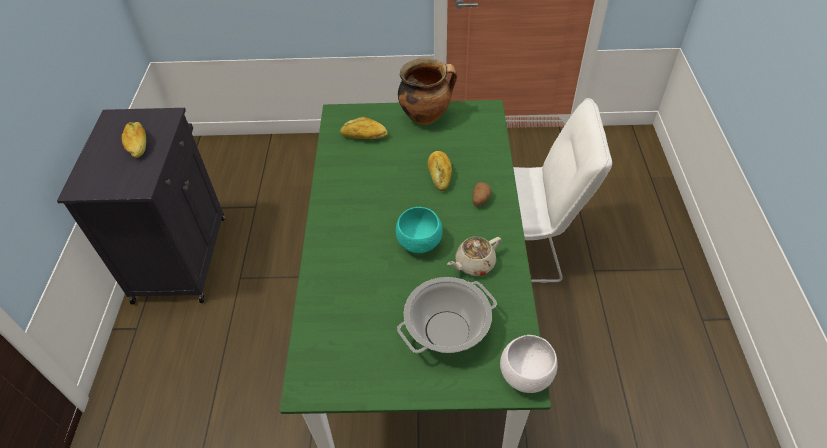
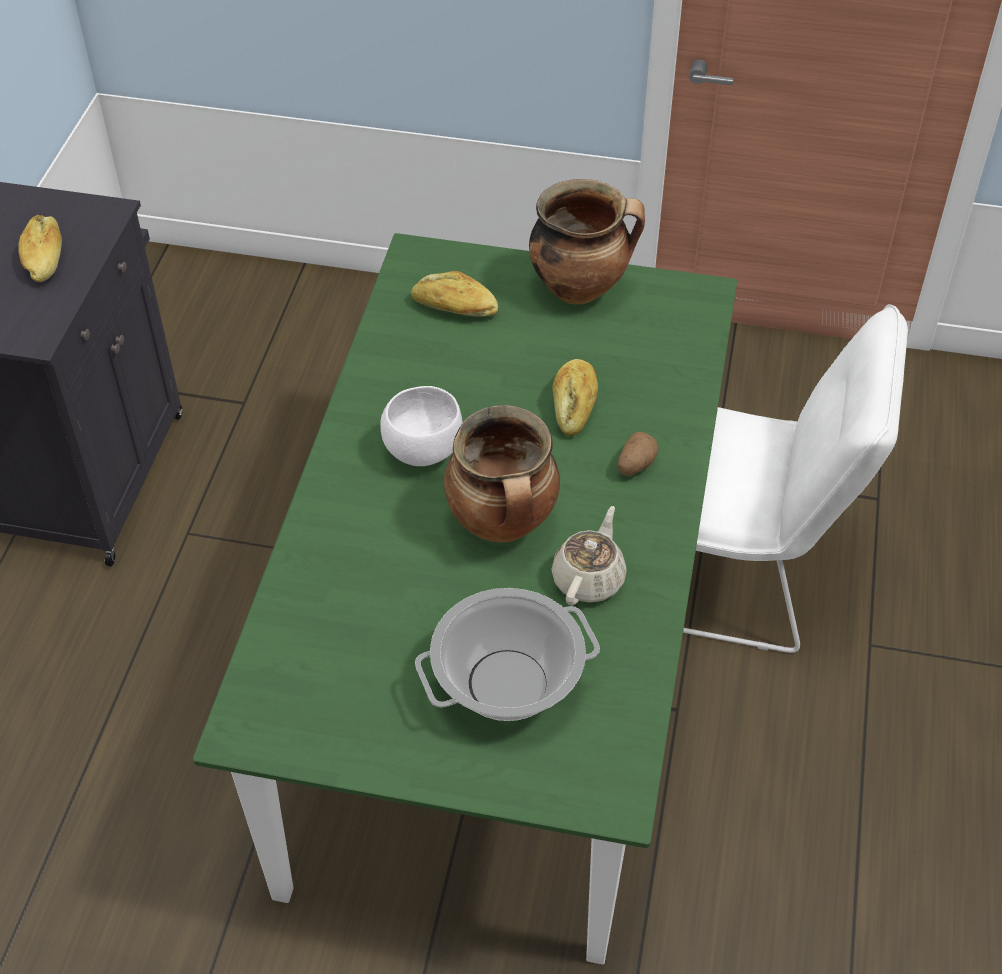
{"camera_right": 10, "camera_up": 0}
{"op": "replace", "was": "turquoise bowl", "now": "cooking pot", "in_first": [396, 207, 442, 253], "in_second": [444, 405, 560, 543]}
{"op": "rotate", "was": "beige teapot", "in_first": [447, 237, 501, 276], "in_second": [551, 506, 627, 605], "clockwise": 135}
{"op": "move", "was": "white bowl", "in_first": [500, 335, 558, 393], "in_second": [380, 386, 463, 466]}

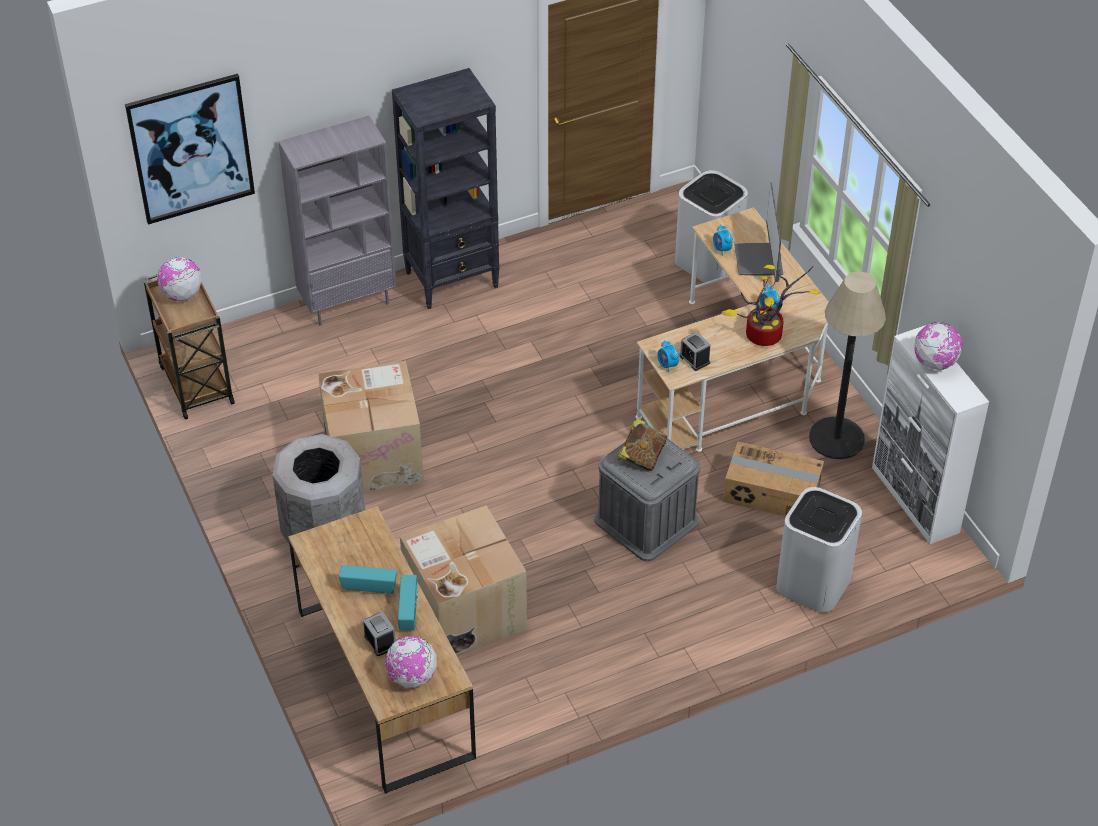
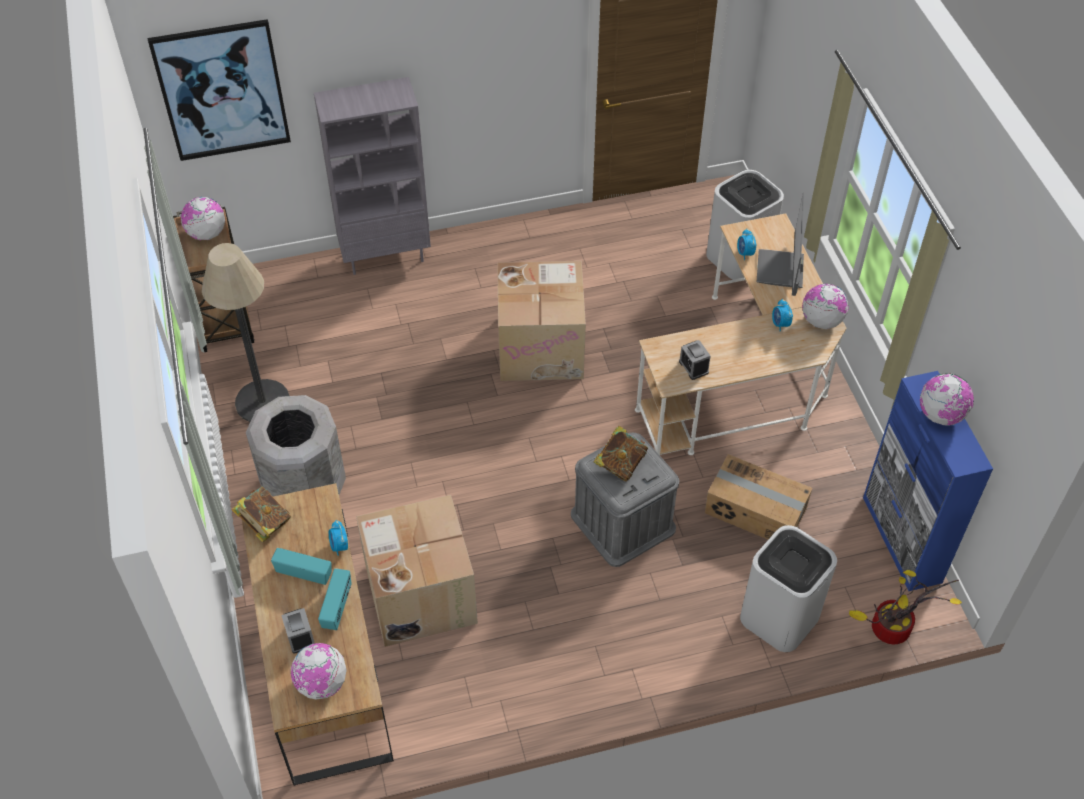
{"camera_right": 10, "camera_up": 5}
{"op": "move", "was": "cardboard box", "in_first": [318, 361, 424, 493], "in_second": [497, 261, 586, 381]}
{"op": "delete", "was": "black bookcase", "in_first": [392, 68, 500, 309]}
{"op": "move", "was": "alarm clock", "in_first": [657, 340, 679, 372], "in_second": [329, 520, 348, 556]}
{"op": "move", "was": "potted plant", "in_first": [722, 265, 821, 346], "in_second": [849, 570, 962, 644]}
{"op": "move", "was": "floor lamp", "in_first": [809, 271, 886, 459], "in_second": [202, 243, 290, 422]}
{"op": "recolor", "was": "white cabinet", "now": "blue cabinet", "in_first": [872, 325, 989, 544], "in_second": [863, 371, 993, 591]}
{"op": "insert", "now": "book", "in_second": [232, 487, 291, 542]}
{"op": "insert", "now": "globe", "in_second": [802, 284, 849, 329]}

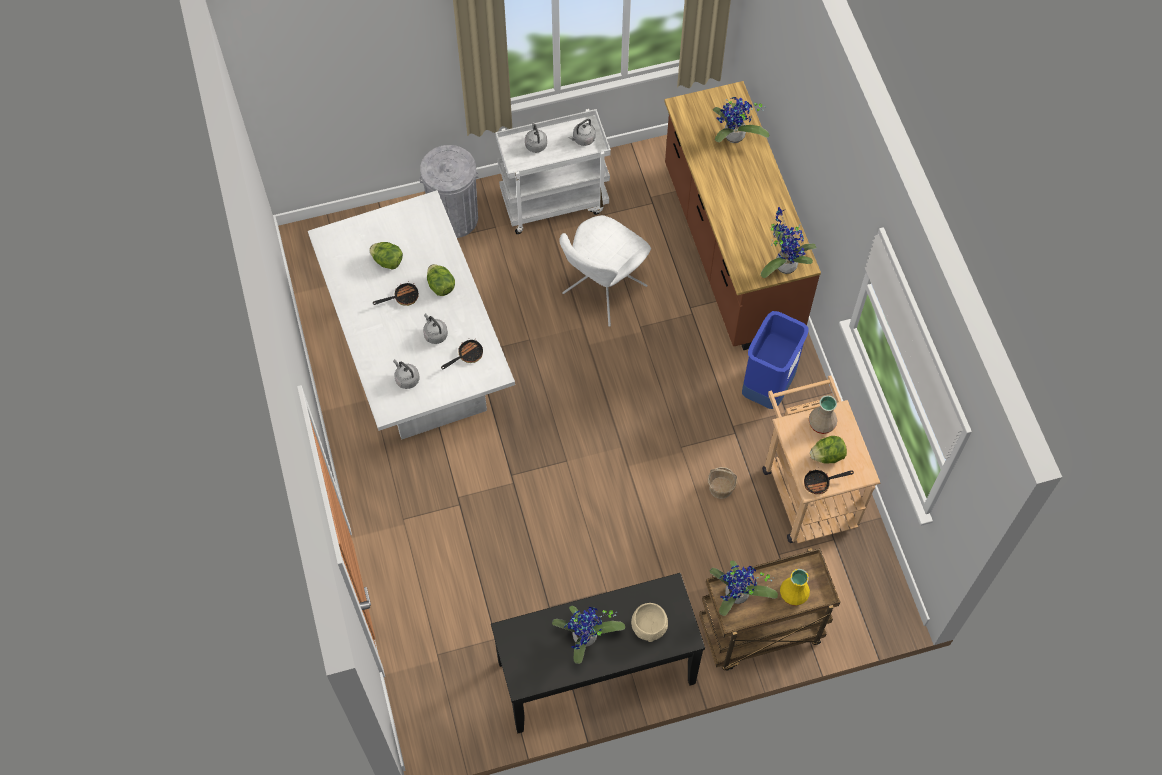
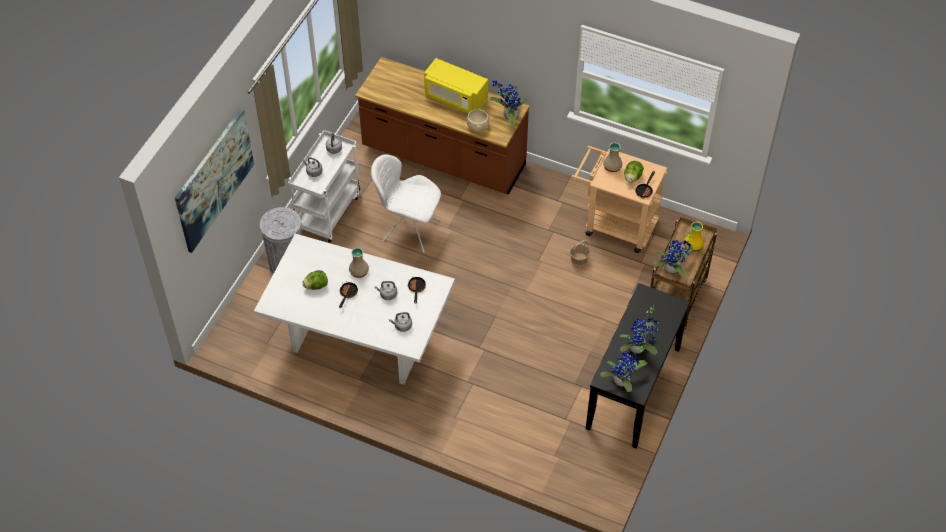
{"camera_right": -50, "camera_up": -10}
{"op": "replace", "was": "lettuce", "now": "beige vase", "in_first": [427, 264, 455, 296], "in_second": [349, 248, 369, 278]}
{"op": "rotate", "was": "white chair", "in_first": [559, 215, 651, 327], "in_second": [371, 155, 441, 253], "clockwise": 120}
{"op": "move", "was": "beige bowl", "in_first": [631, 603, 668, 642], "in_second": [467, 109, 489, 131]}
{"op": "move", "was": "potted plant", "in_first": [713, 97, 769, 143], "in_second": [600, 345, 647, 392]}
{"op": "delete", "was": "blue trash can", "in_first": [742, 311, 808, 409]}
{"op": "insert", "now": "picture", "in_second": [175, 108, 254, 253]}
{"op": "insert", "now": "yellow microwave", "in_second": [424, 58, 488, 113]}

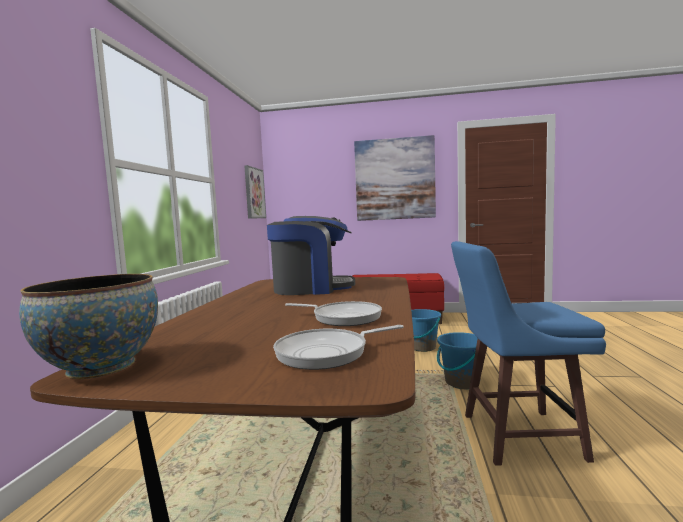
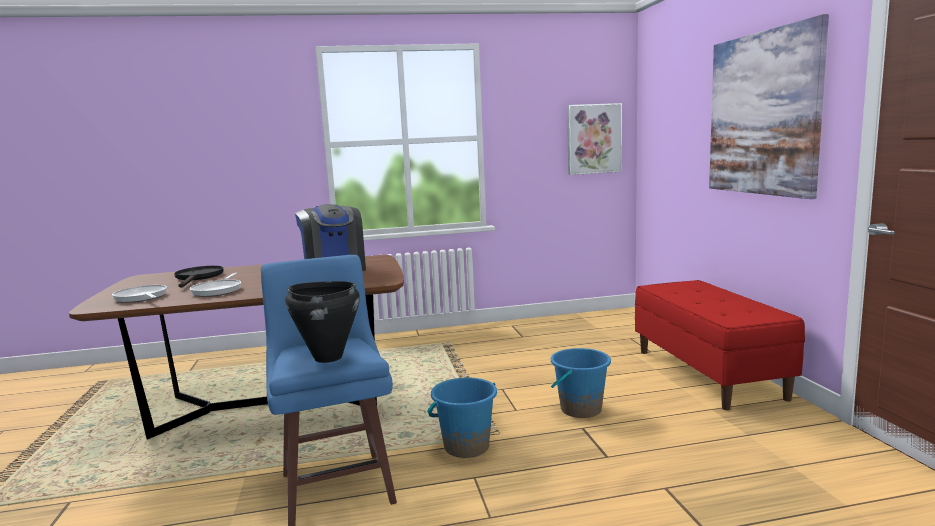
{"camera_right": 70, "camera_up": 5}
{"op": "delete", "was": "bowl", "in_first": [19, 274, 158, 379]}
{"op": "insert", "now": "black frying pan", "in_second": [174, 266, 224, 288]}
{"op": "insert", "now": "black cooking pot", "in_second": [285, 281, 360, 363]}

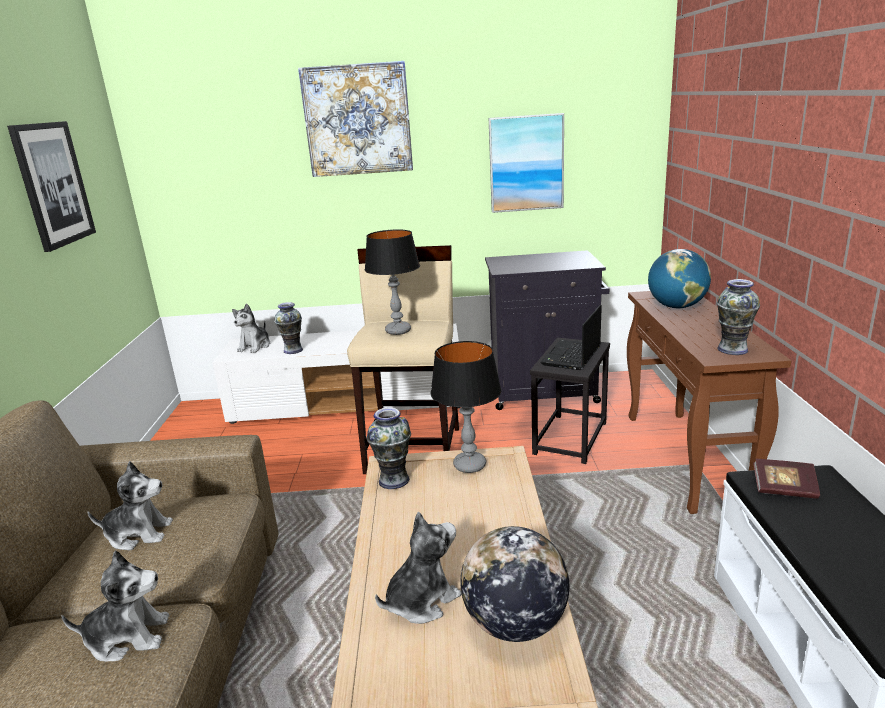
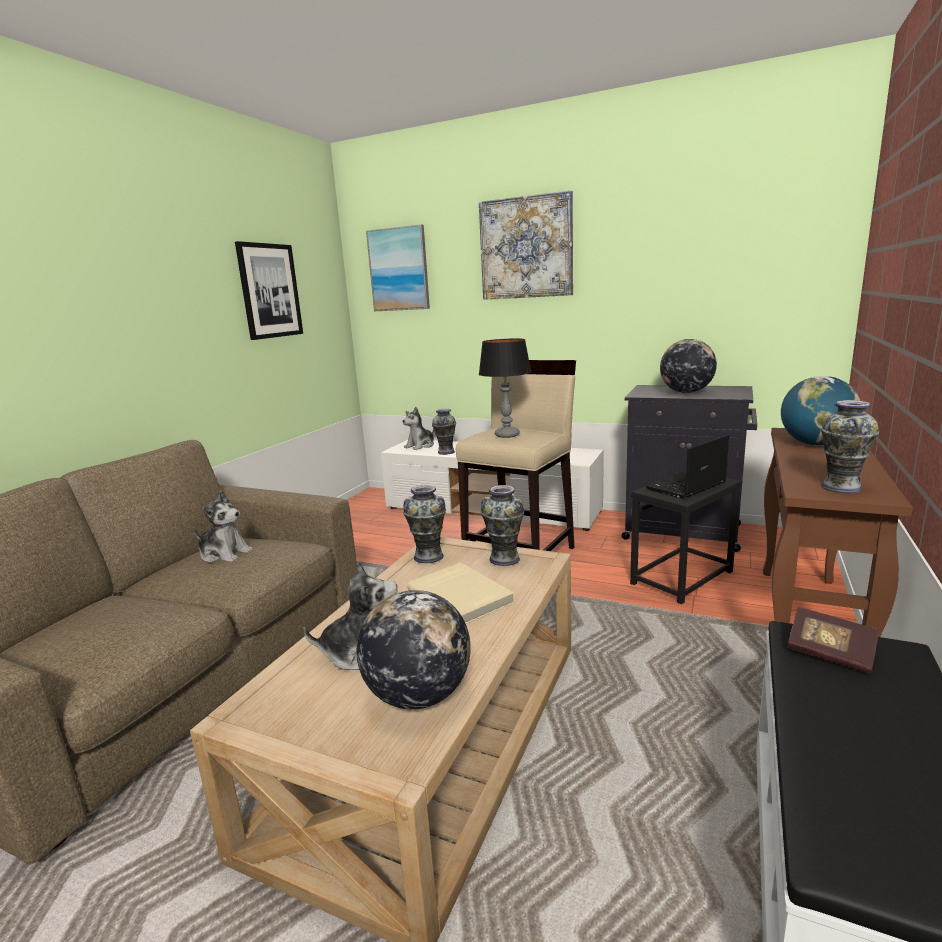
{"camera_right": 25, "camera_up": -5}
{"op": "delete", "was": "plush toy", "in_first": [61, 551, 169, 661]}
{"op": "replace", "was": "table lamp", "now": "vase", "in_first": [430, 341, 501, 473], "in_second": [481, 485, 524, 566]}
{"op": "move", "was": "picture", "in_first": [489, 113, 564, 213], "in_second": [366, 224, 430, 311]}
{"op": "insert", "now": "beige book", "in_second": [407, 563, 514, 624]}
{"op": "insert", "now": "globe", "in_second": [660, 339, 717, 393]}

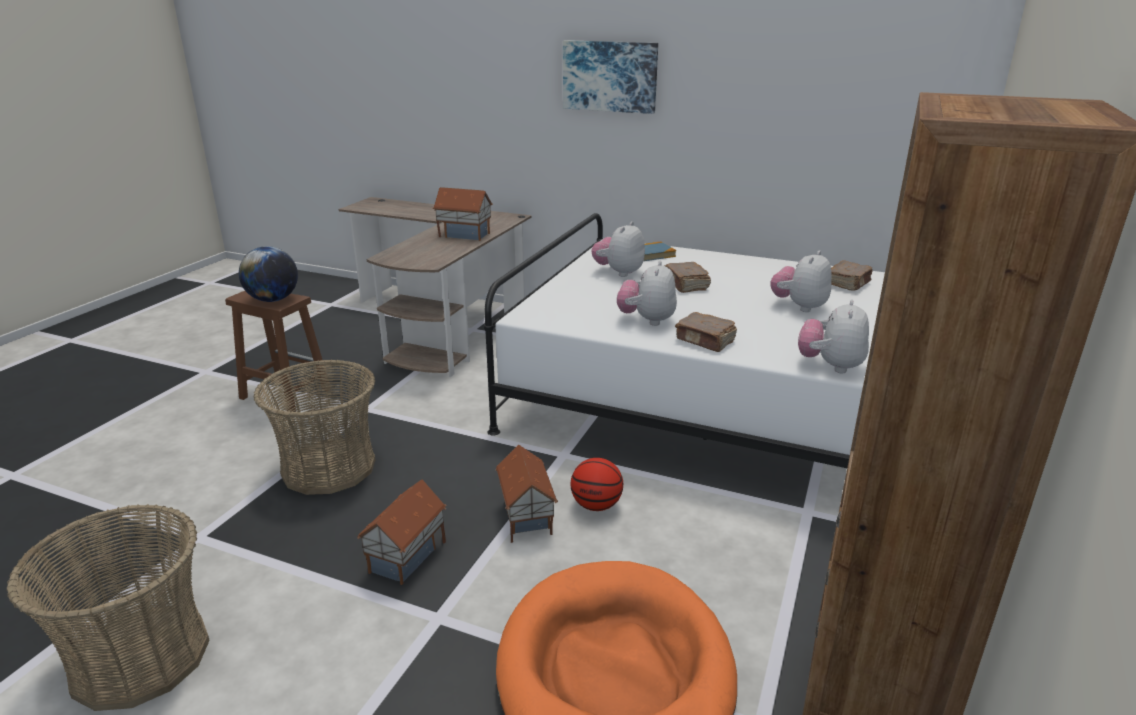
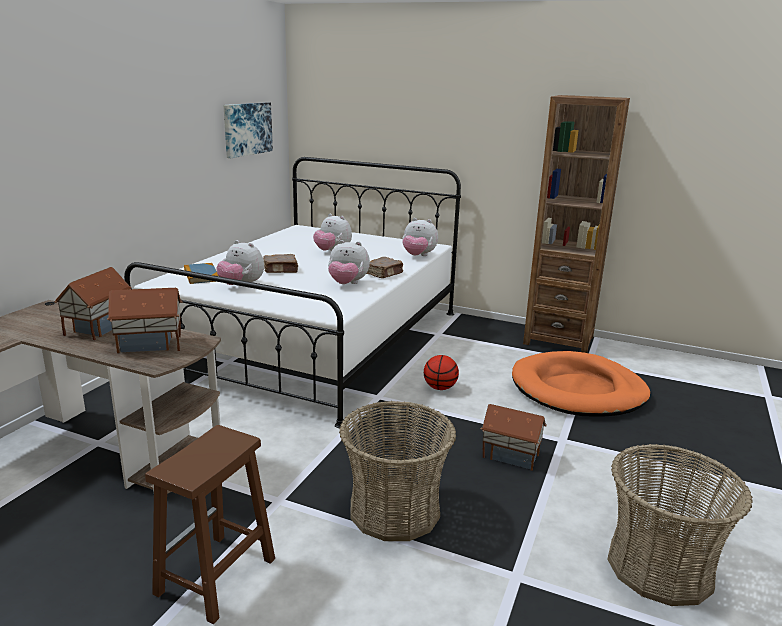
{"camera_right": -90, "camera_up": -5}
{"op": "delete", "was": "globe", "in_first": [239, 246, 298, 302]}
{"op": "move", "was": "toy house", "in_first": [495, 445, 558, 543], "in_second": [107, 288, 182, 353]}
{"op": "move", "was": "picture", "in_first": [563, 40, 658, 114], "in_second": [223, 102, 273, 158]}
{"op": "delete", "was": "brown book", "in_first": [831, 260, 873, 291]}

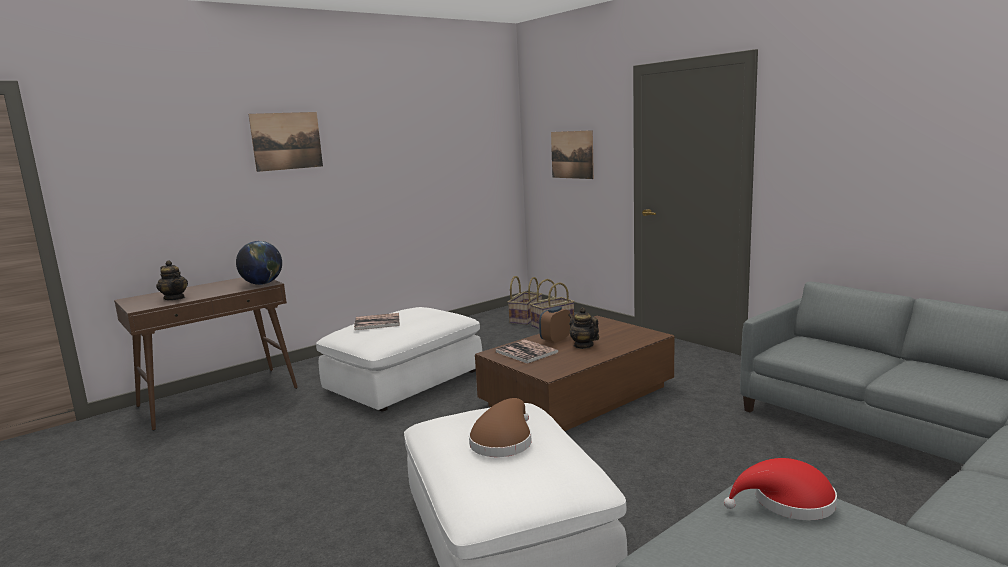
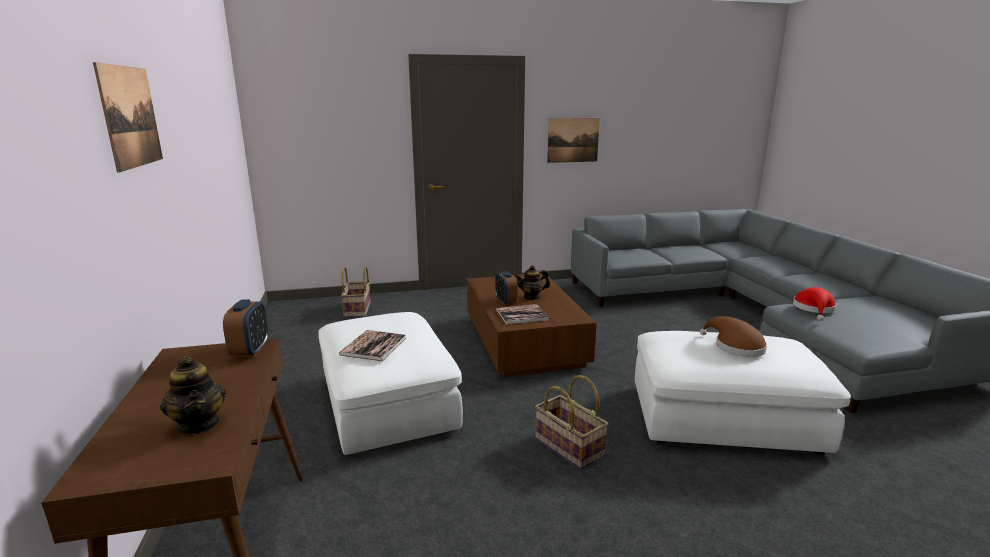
{"camera_right": -65, "camera_up": 5}
{"op": "rotate", "was": "teapot", "in_first": [156, 261, 188, 300], "in_second": [160, 356, 226, 434], "clockwise": 75}
{"op": "replace", "was": "globe", "now": "alarm clock", "in_first": [236, 241, 282, 285], "in_second": [223, 299, 269, 357]}
{"op": "move", "was": "basket", "in_first": [508, 276, 542, 325], "in_second": [535, 375, 608, 470]}
{"op": "move", "was": "picture", "in_first": [551, 130, 594, 179], "in_second": [547, 118, 600, 163]}

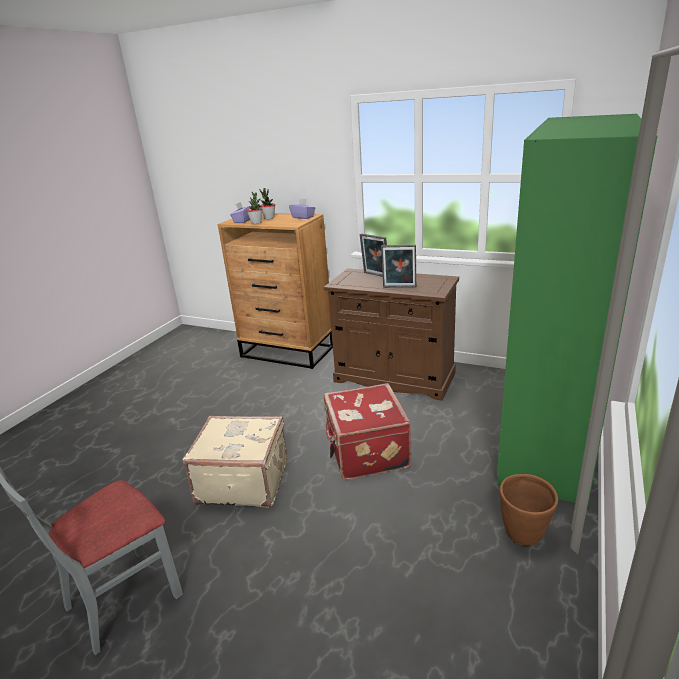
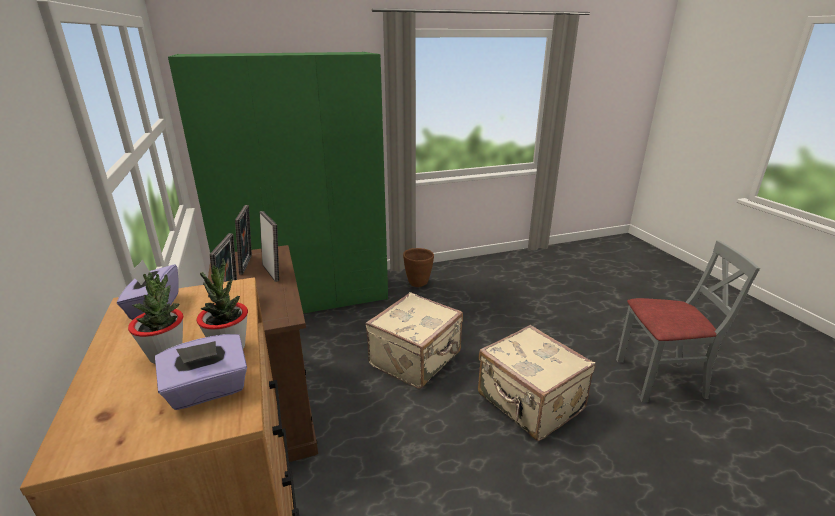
{"camera_right": -135, "camera_up": 0}
{"op": "recolor", "was": "red suitcase", "now": "beige suitcase", "in_first": [323, 383, 412, 480], "in_second": [365, 292, 463, 389]}
{"op": "insert", "now": "picture frame", "in_second": [235, 205, 252, 275]}

